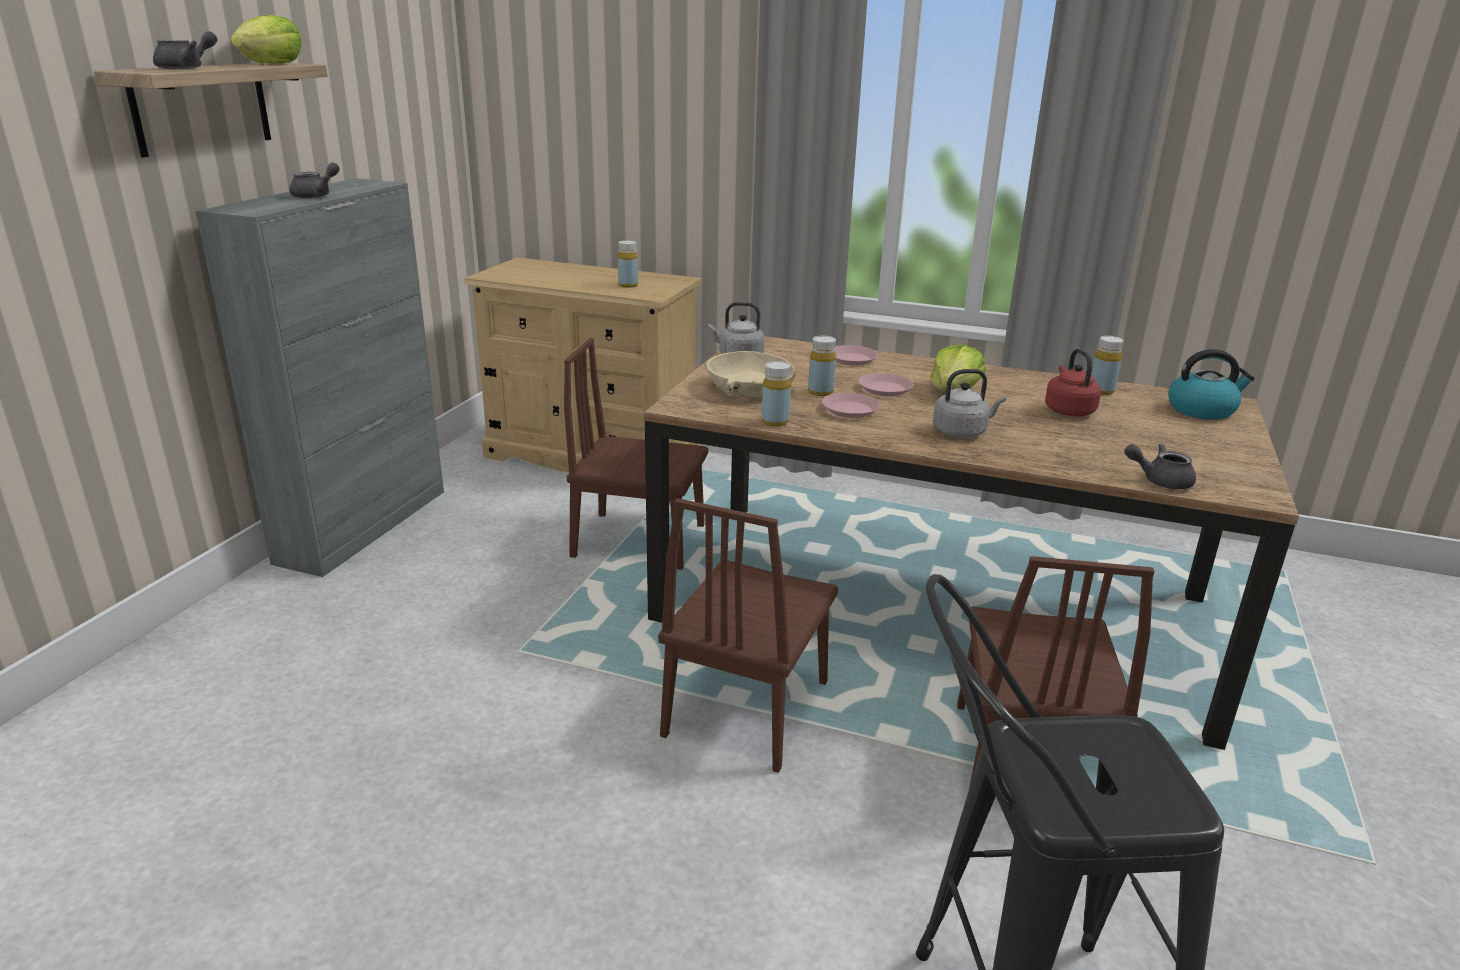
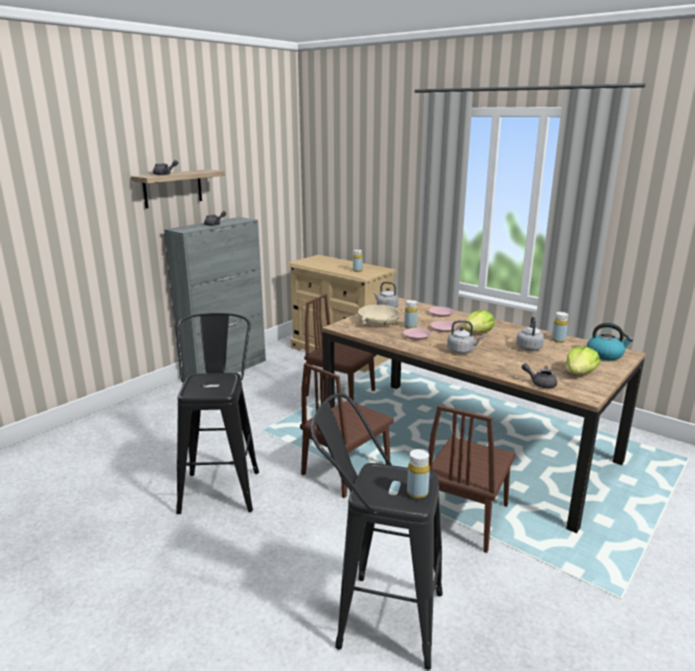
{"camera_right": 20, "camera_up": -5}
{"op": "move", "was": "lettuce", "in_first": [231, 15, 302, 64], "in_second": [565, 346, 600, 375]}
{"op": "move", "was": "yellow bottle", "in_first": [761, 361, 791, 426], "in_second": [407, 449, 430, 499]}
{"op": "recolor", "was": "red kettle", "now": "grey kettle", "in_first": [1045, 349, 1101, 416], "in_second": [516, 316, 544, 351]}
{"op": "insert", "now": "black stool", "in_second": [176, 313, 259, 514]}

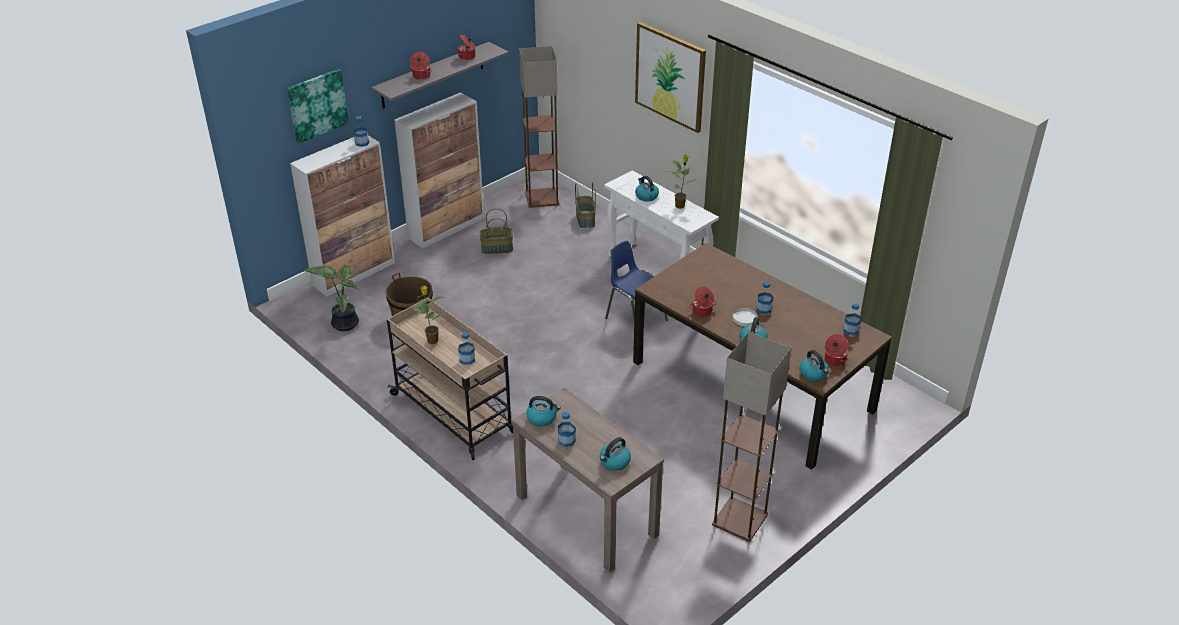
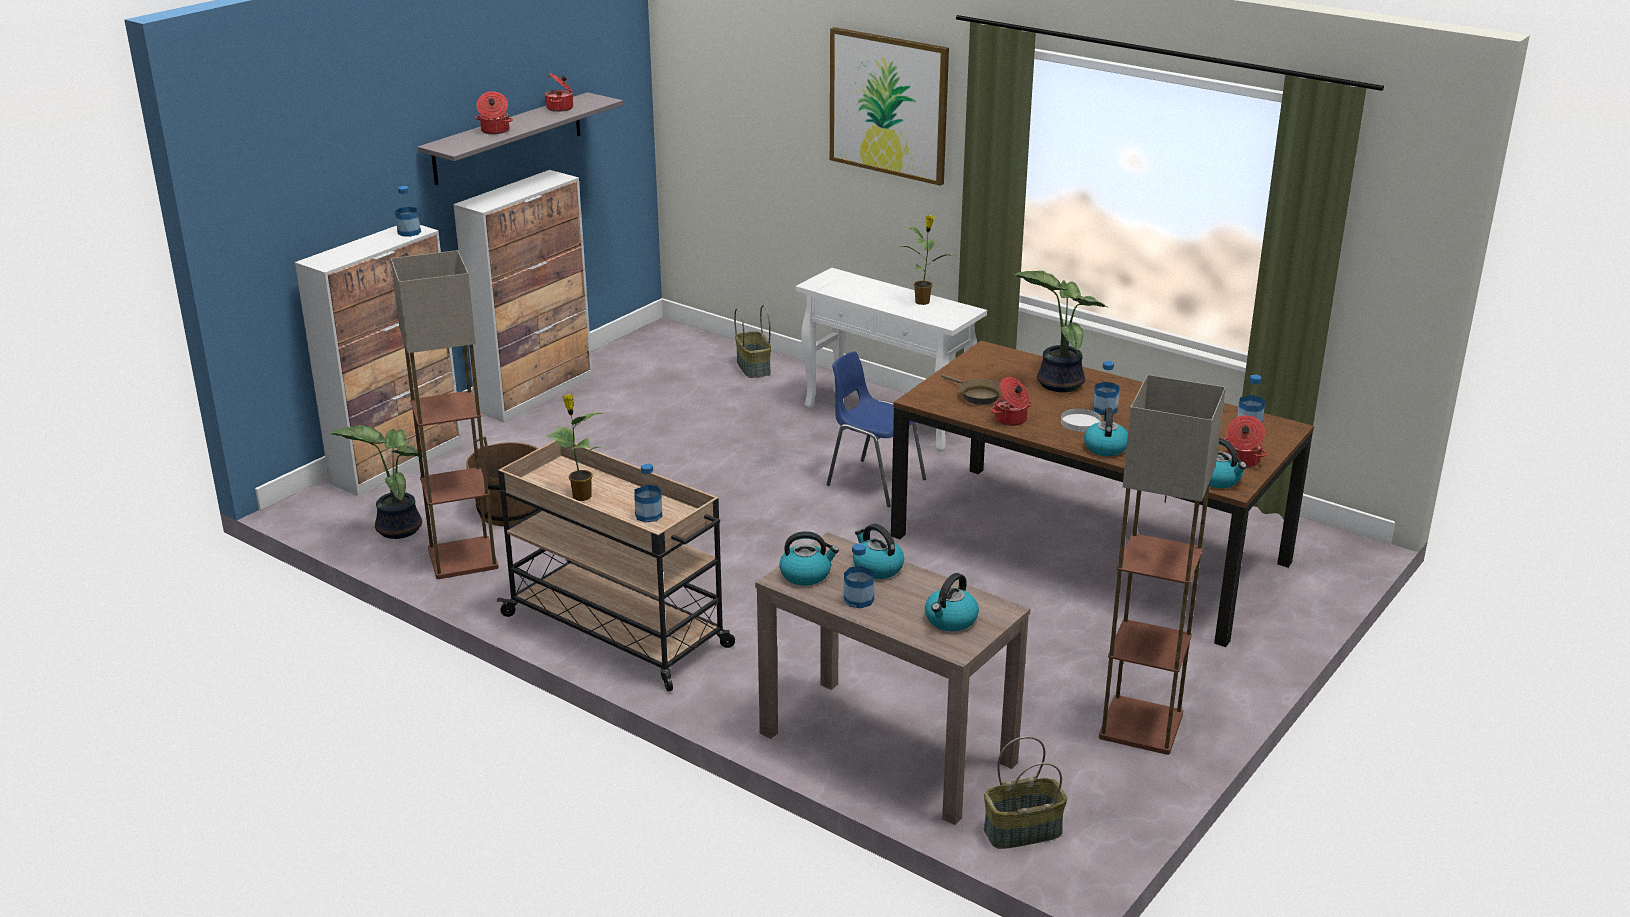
{"camera_right": -10, "camera_up": -10}
{"op": "delete", "was": "picture", "in_first": [287, 69, 349, 144]}
{"op": "move", "was": "basket", "in_first": [480, 208, 513, 254], "in_second": [984, 736, 1067, 849]}
{"op": "move", "was": "floor lamp", "in_first": [519, 46, 559, 208], "in_second": [391, 250, 499, 579]}
{"op": "move", "was": "kettle", "in_first": [635, 176, 659, 202], "in_second": [853, 524, 904, 579]}
{"op": "insert", "now": "brown frying pan", "in_second": [941, 374, 1001, 405]}
{"op": "insert", "now": "potted plant", "in_second": [1014, 271, 1109, 392]}

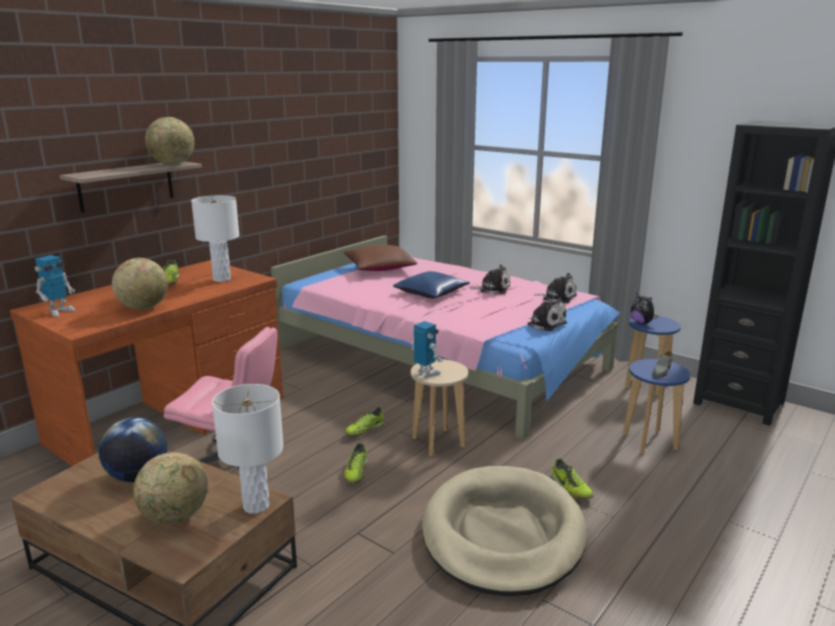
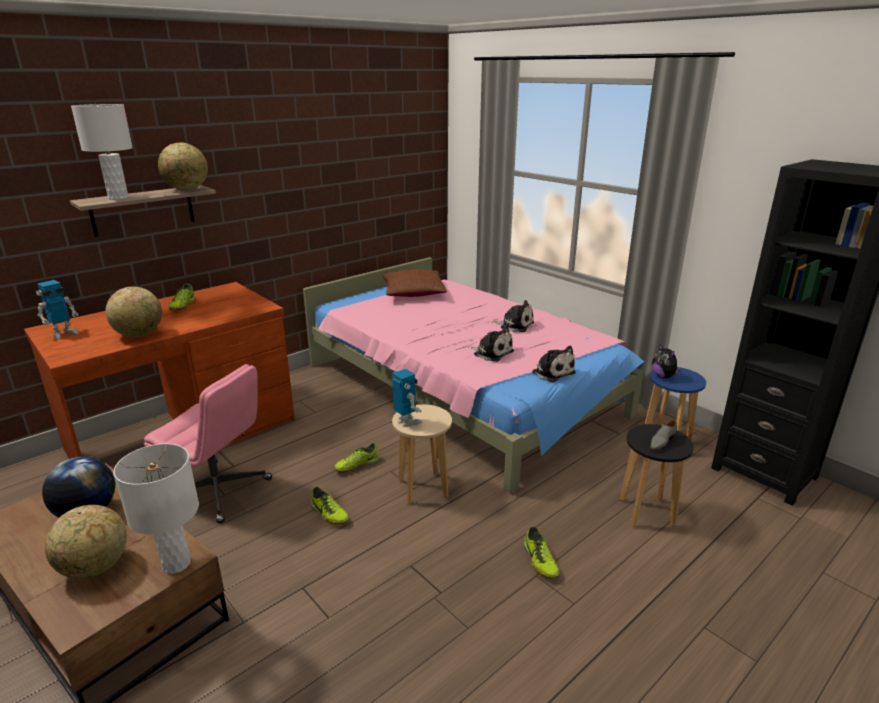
{"camera_right": 10, "camera_up": 5}
{"op": "move", "was": "white table lamp", "in_first": [191, 195, 239, 282], "in_second": [71, 104, 133, 200]}
{"op": "rotate", "was": "shoe", "in_first": [344, 443, 367, 483], "in_second": [310, 487, 350, 524], "clockwise": -60}
{"op": "delete", "was": "blue pillow", "in_first": [393, 271, 470, 298]}
{"op": "delete", "was": "beige dog bed", "in_first": [422, 466, 587, 596]}
{"op": "move", "was": "plush toy", "in_first": [534, 273, 577, 303], "in_second": [468, 326, 514, 362]}
{"op": "recolor", "was": "blue stool", "now": "black stool", "in_first": [623, 359, 690, 455], "in_second": [619, 424, 694, 527]}

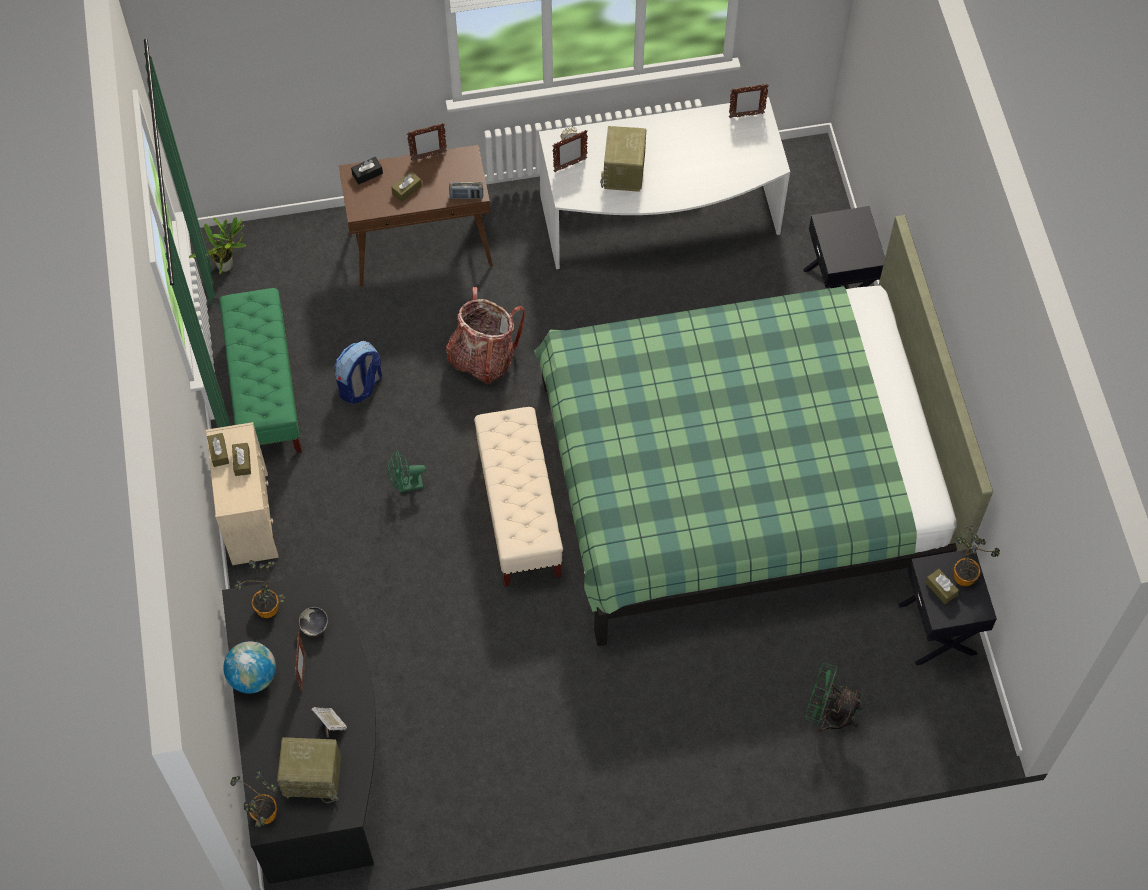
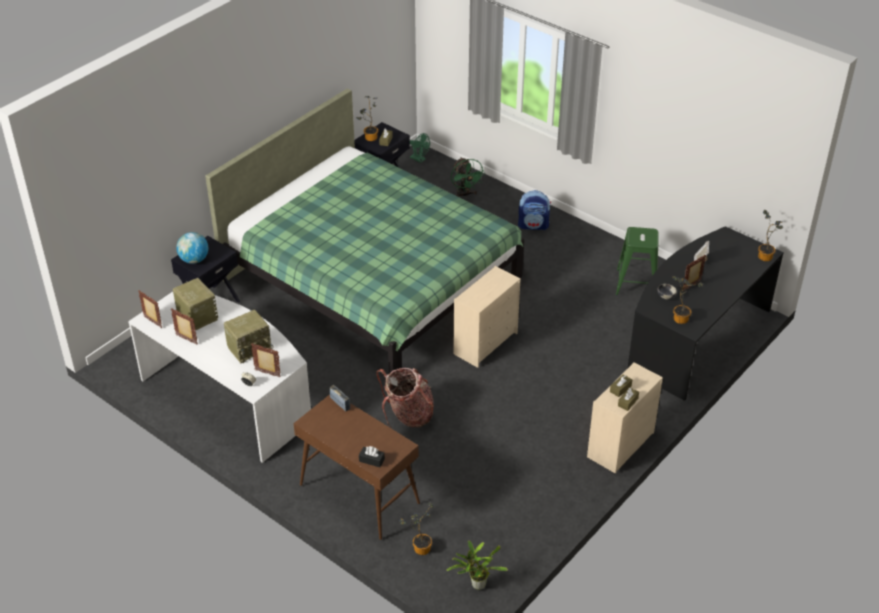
{"camera_right": -130, "camera_up": -20}
{"op": "delete", "was": "green bench", "in_first": [219, 288, 302, 453]}
{"op": "move", "was": "globe", "in_first": [223, 641, 276, 693], "in_second": [176, 232, 208, 264]}
{"op": "move", "was": "radio", "in_first": [277, 737, 341, 803], "in_second": [173, 278, 218, 330]}
{"op": "move", "was": "backpack", "in_first": [335, 341, 382, 404], "in_second": [518, 190, 551, 230]}
{"op": "move", "was": "green fan", "in_first": [388, 450, 426, 493], "in_second": [410, 133, 430, 163]}
{"op": "delete", "was": "brown tissue box", "in_first": [391, 171, 422, 202]}
{"op": "move", "was": "picture frame", "in_first": [407, 123, 447, 161], "in_second": [171, 308, 198, 345]}
{"op": "replace", "was": "beige bench", "now": "beige dresser", "in_first": [474, 407, 563, 586], "in_second": [453, 266, 520, 368]}
{"op": "insert", "now": "potted plant", "in_second": [400, 503, 434, 555]}
{"op": "insert", "now": "green stool", "in_second": [616, 227, 658, 295]}

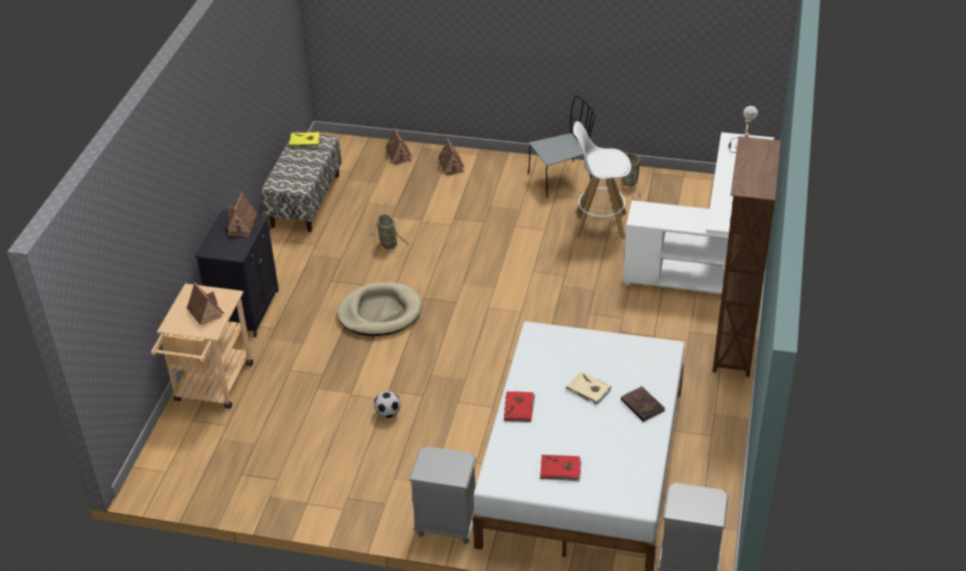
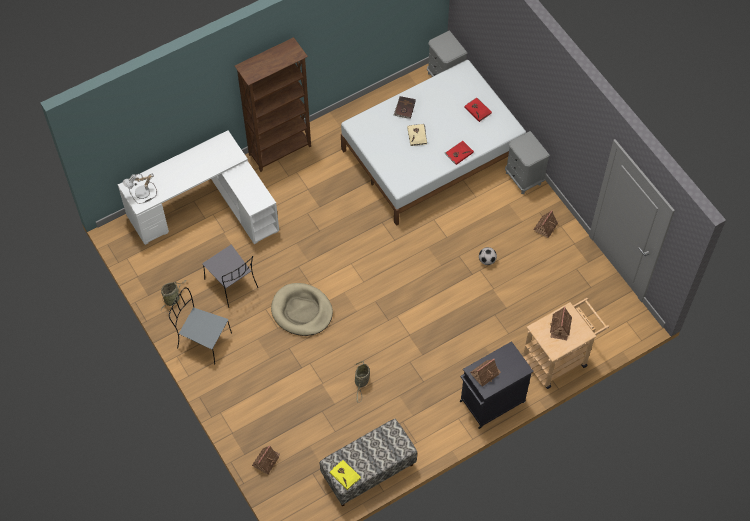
{"camera_right": -135, "camera_up": 20}
{"op": "move", "was": "beige dog bed", "in_first": [338, 282, 422, 336], "in_second": [271, 283, 333, 336]}
{"op": "move", "was": "toy house", "in_first": [438, 138, 464, 176], "in_second": [533, 210, 558, 238]}
{"op": "replace", "was": "white stool", "now": "grey chair", "in_first": [573, 121, 631, 239], "in_second": [202, 245, 258, 308]}

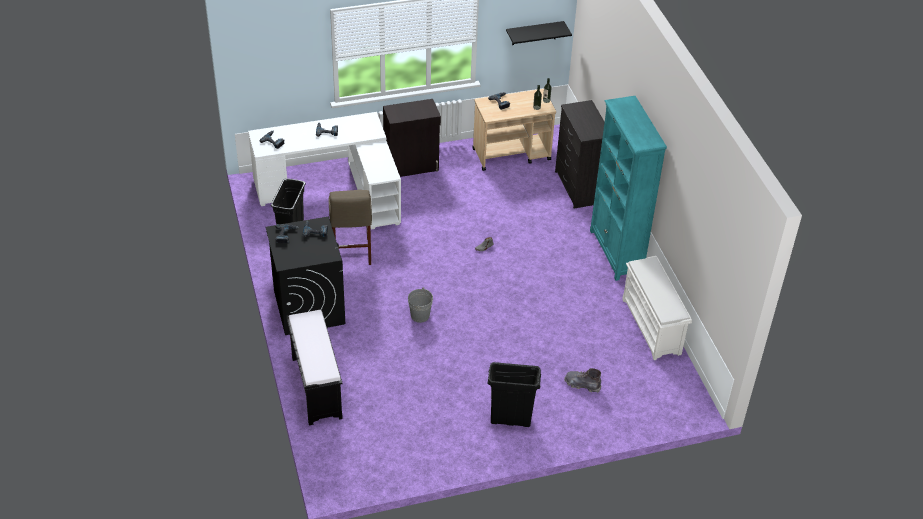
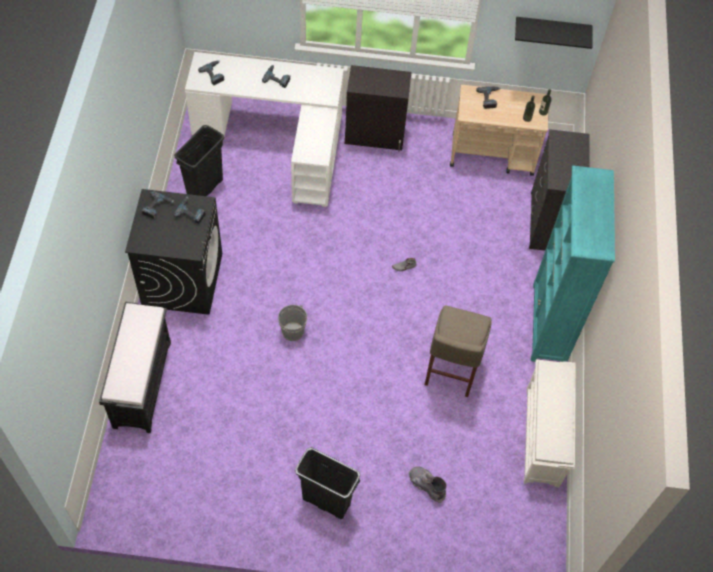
{"camera_right": 20, "camera_up": 15}
{"op": "move", "was": "beige stool", "in_first": [329, 190, 372, 265], "in_second": [425, 305, 492, 397]}

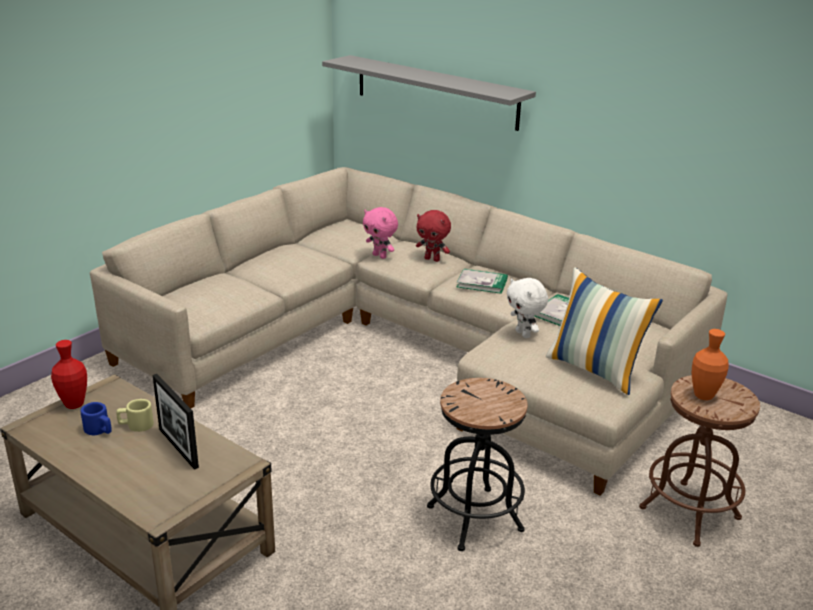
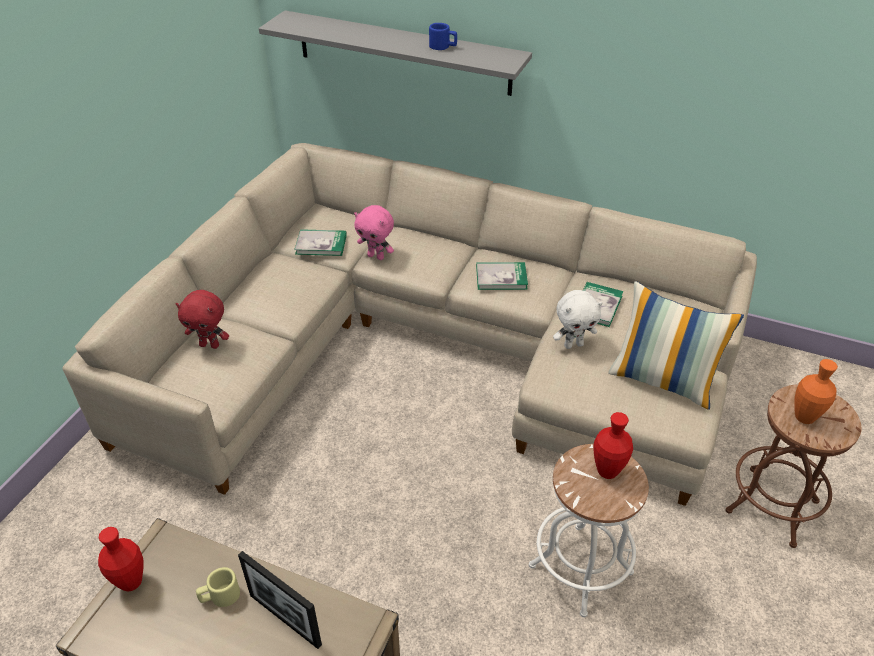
{"camera_right": -15, "camera_up": 15}
{"op": "move", "was": "blue mug", "in_first": [80, 402, 112, 435], "in_second": [429, 23, 457, 50]}
{"op": "move", "was": "red plush toy", "in_first": [416, 210, 451, 262], "in_second": [176, 290, 229, 349]}
{"op": "recolor", "was": "black stool", "now": "white stool", "in_first": [427, 378, 528, 551], "in_second": [529, 444, 649, 617]}
{"op": "rotate", "was": "white plush toy", "in_first": [507, 278, 548, 338], "in_second": [553, 290, 603, 349], "clockwise": -60}
{"op": "insert", "now": "book", "in_second": [294, 229, 347, 256]}
{"op": "insert", "now": "red vase", "in_second": [593, 412, 633, 479]}

